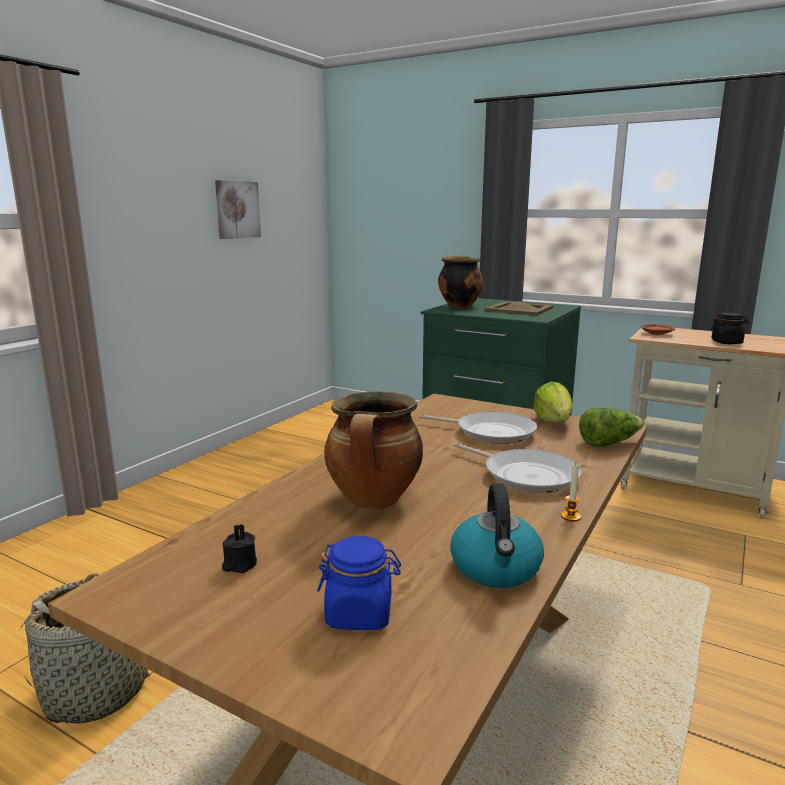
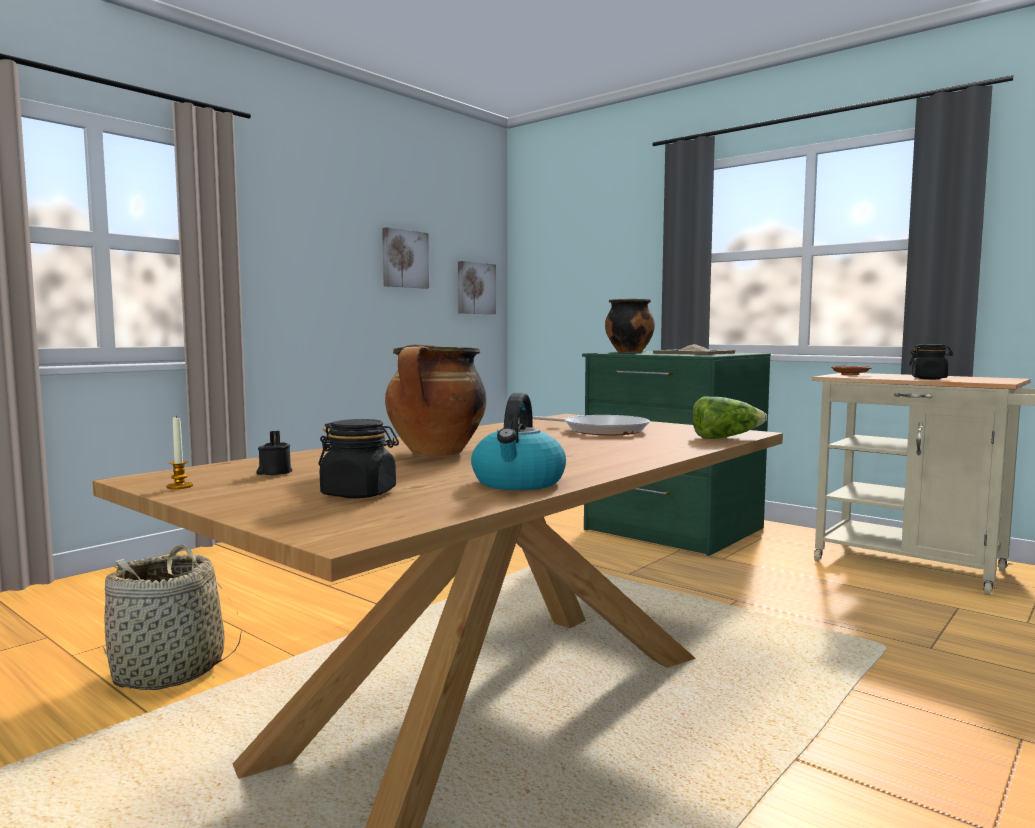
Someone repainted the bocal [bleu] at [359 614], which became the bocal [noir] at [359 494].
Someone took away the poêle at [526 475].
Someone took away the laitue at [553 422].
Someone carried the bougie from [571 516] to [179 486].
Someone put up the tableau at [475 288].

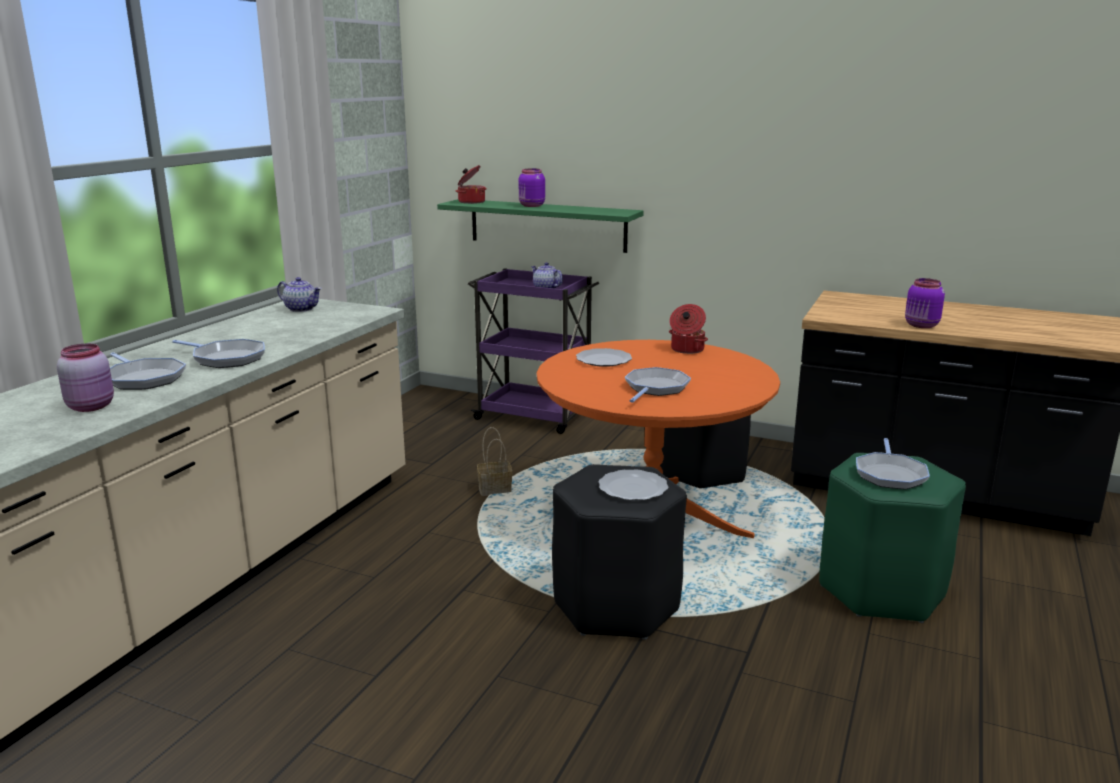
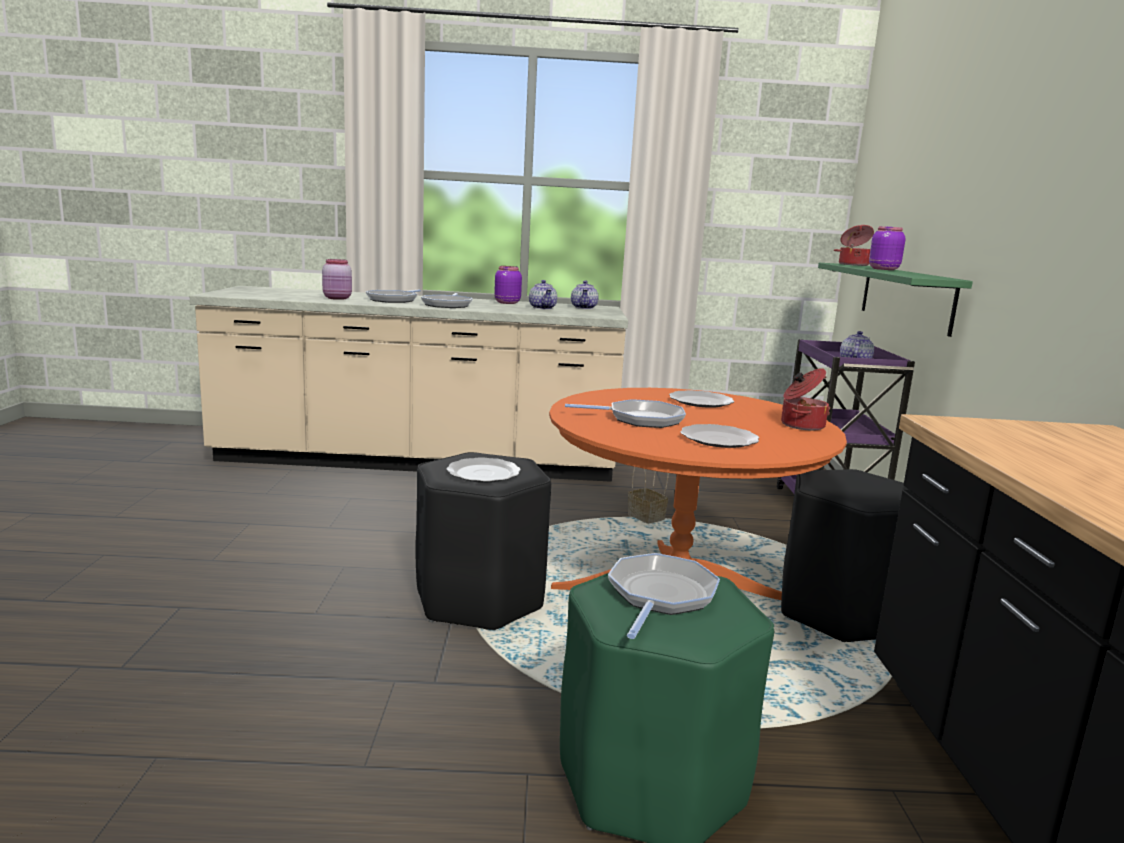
Someone rotated the poêle at [890 474] by 120 degrees clockwise.
Someone carried the bocal [violet] from [921 325] to [506 303].
Someone put down the théière at [543 308].
Someone put down the assiette at [718 439].

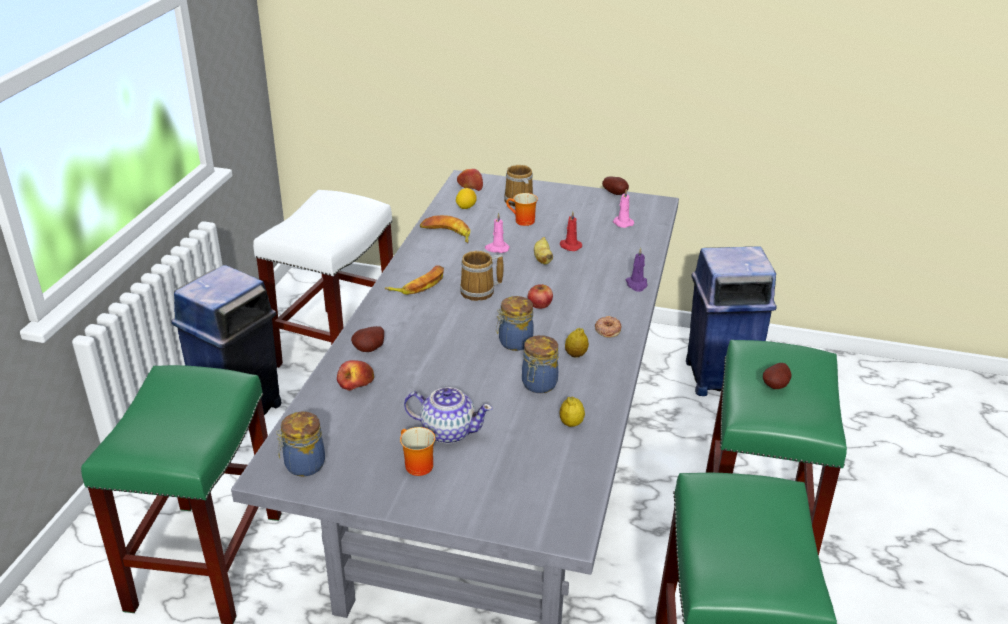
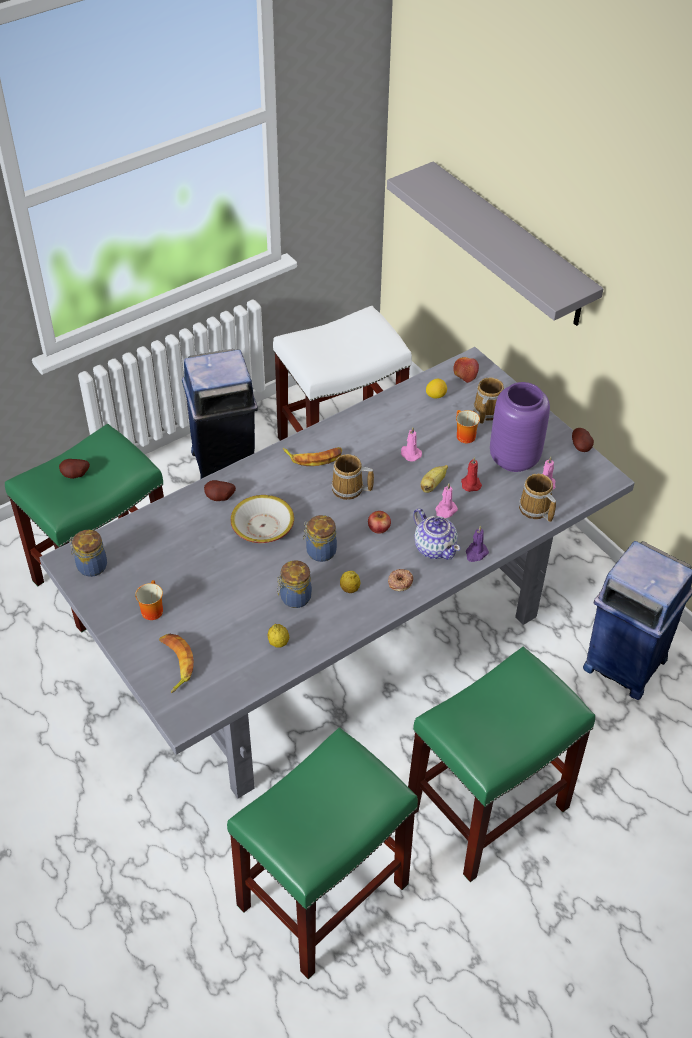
Someone took away the pomme at [356 383].
Someone carried the théière from [447 431] to [435 547].
Someone carried the banane from [446 234] to [175 664].
Someone carried the pomme de terre from [776 386] to [75 476].
Someone put down the bol at [263 526].
Someone put up the étagère [gris] at [510 245].
Someone put down the bougie [rose] at [445 511].
Someone put down the vase [violet] at [513 459].
Someone put down the mug at [535 510].

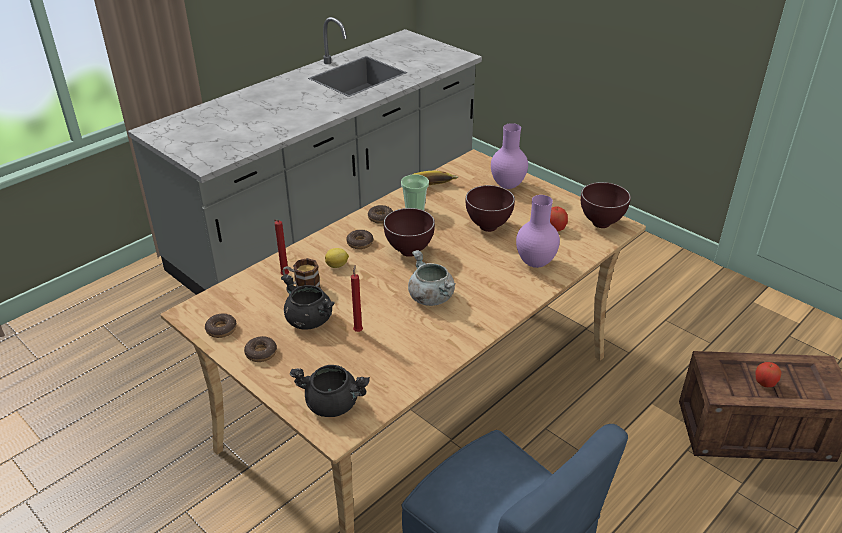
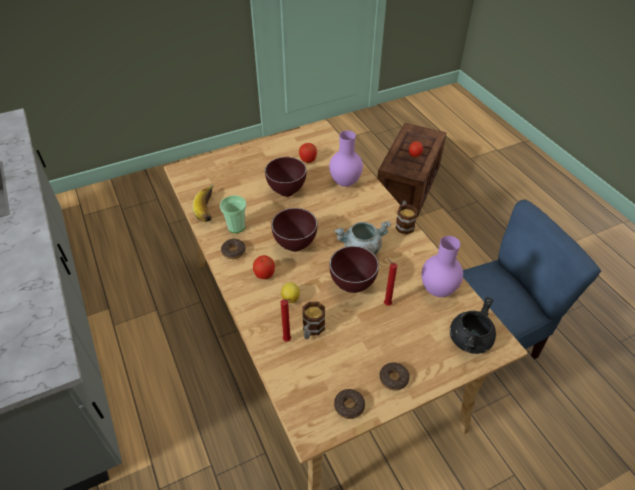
Someone took away the marmite [noir] at [308 320].
Someone swapped the beignet at [360 243] for the pomme at [264 274].
Someone carried the vase [violet] from [508 186] to [438 290].
Someone carried the bol [marron] from [600 224] to [353 287].
Someone put down the mug at [404 224].

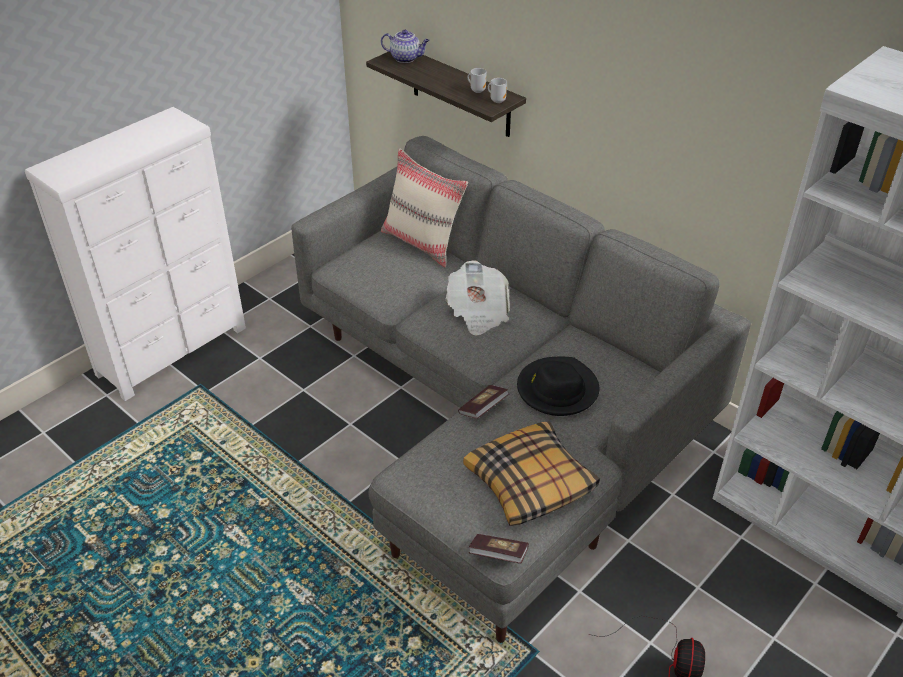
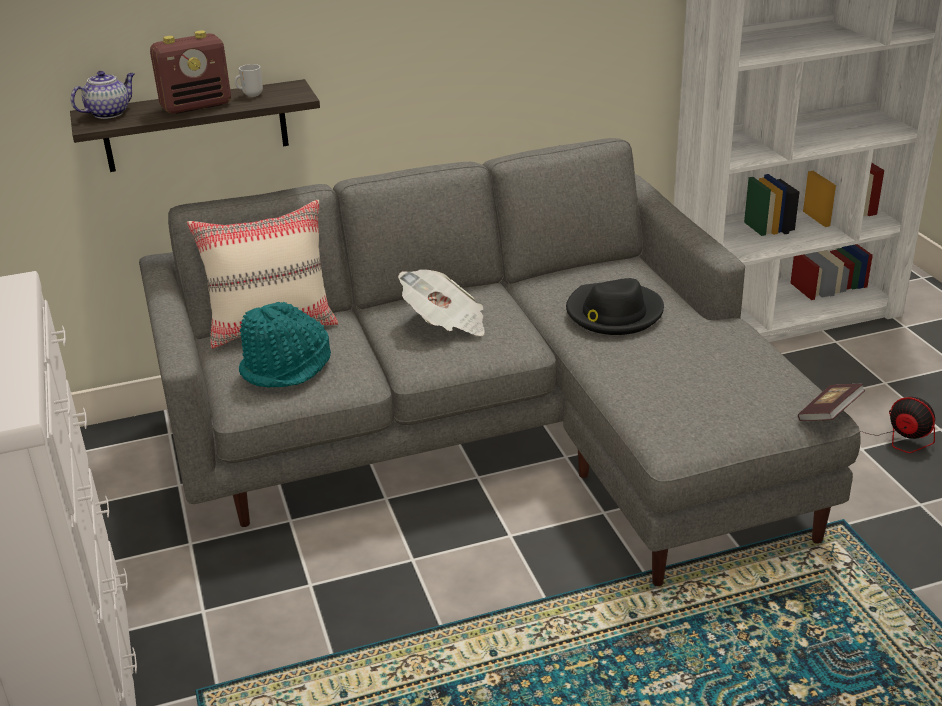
Someone took away the livre at [483 409].
Someone took away the coussin at [530 483].
Someone took away the mug at [497 100].
Someone put down the radio at [197 106].
Someone put down the chapeau [turquoise] at [286 368].

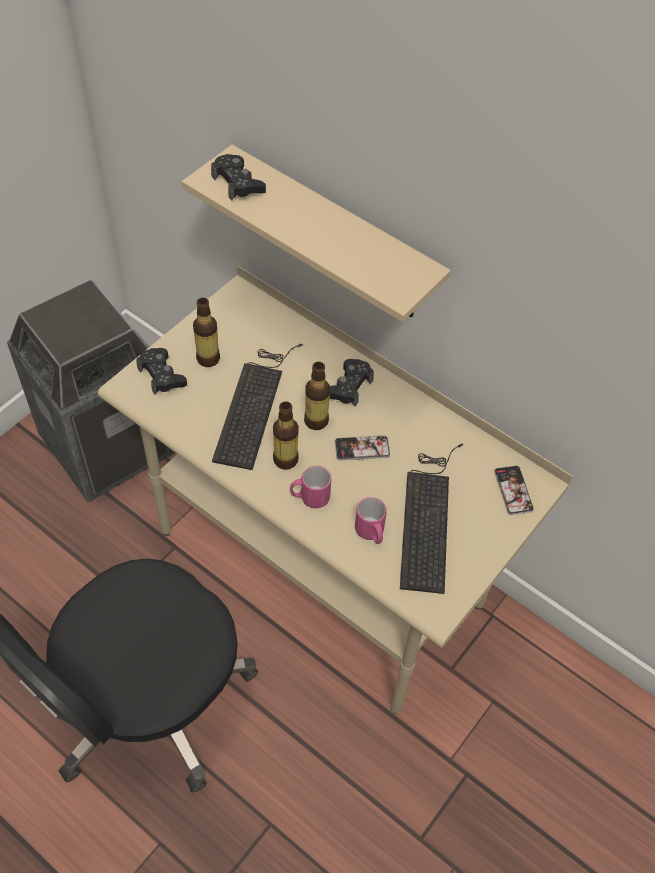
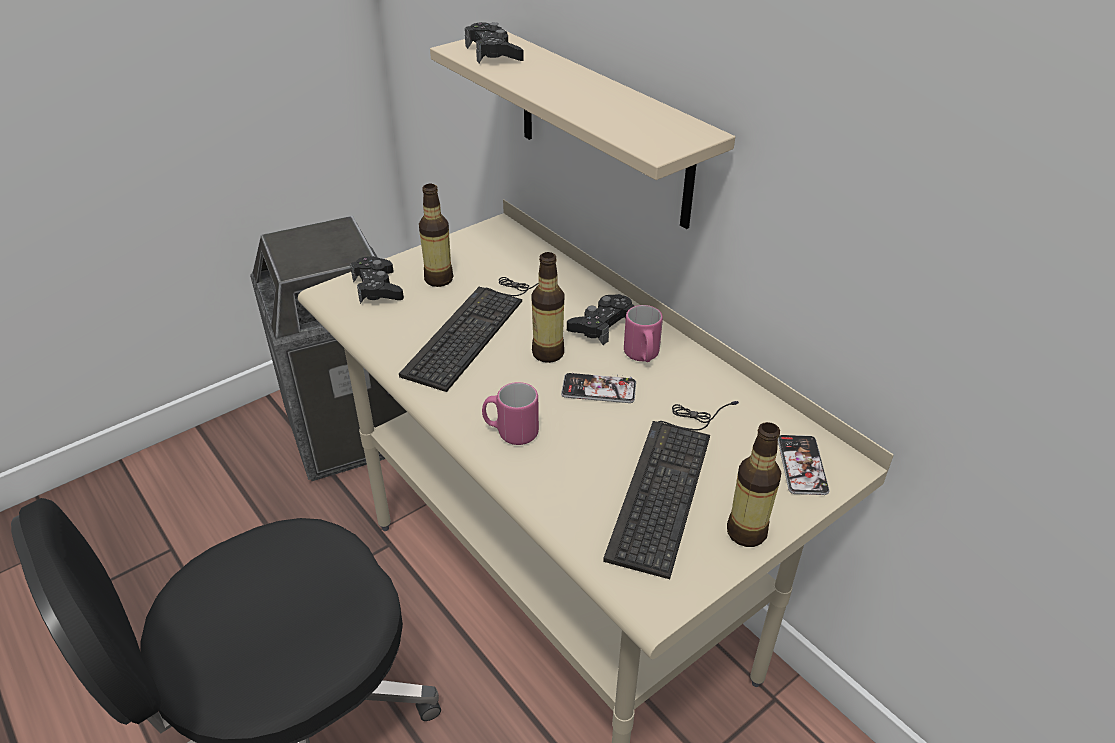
Someone carried the bouteille from [285 459] to [746 532].
Someone carried the mug [rose] from [371 533] to [642 356].

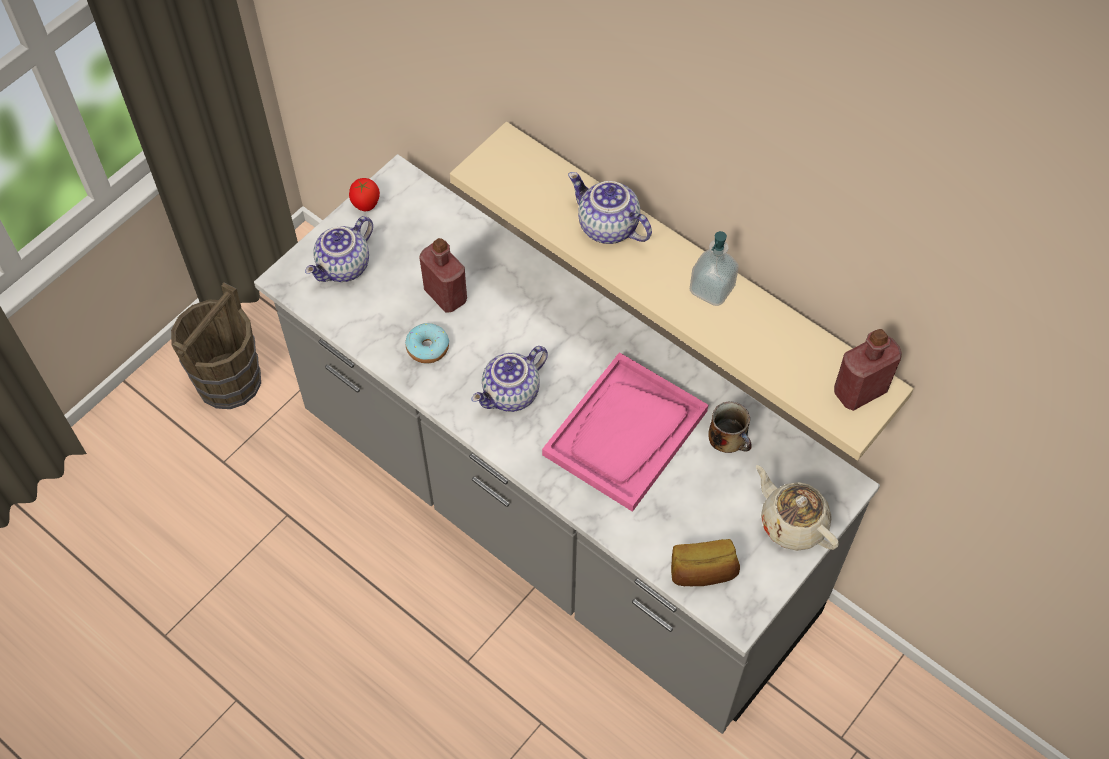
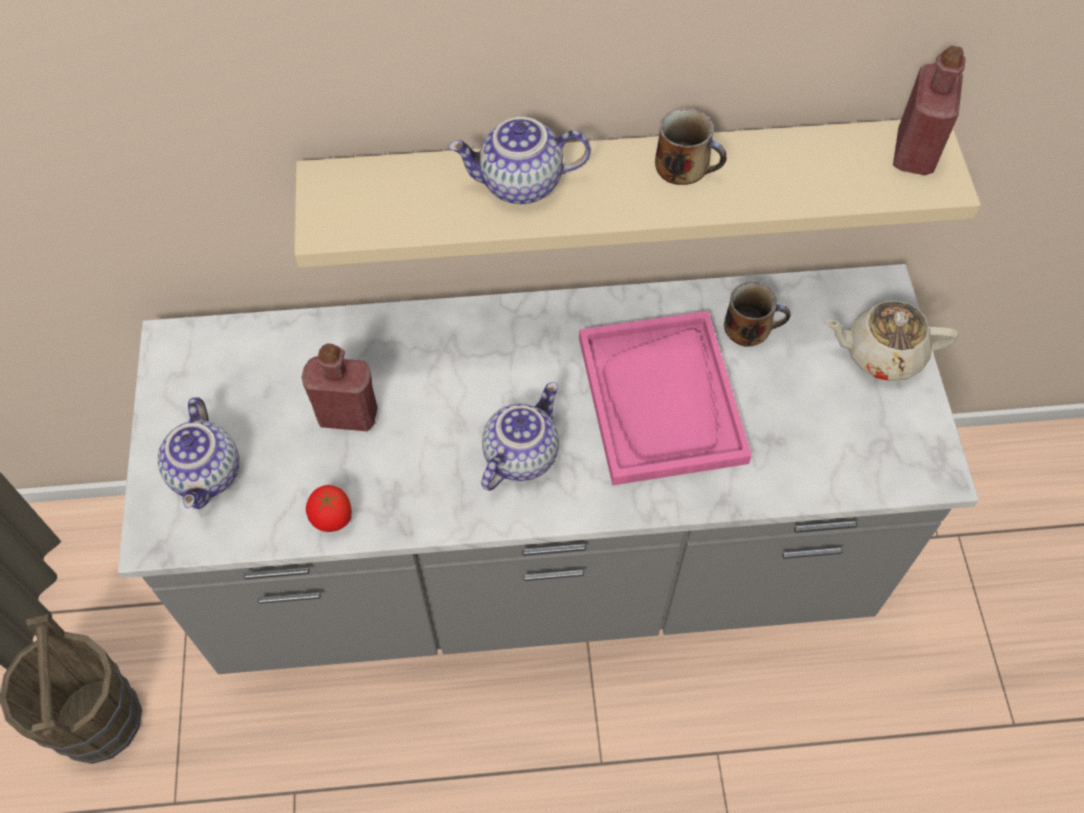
Someone carried the tomate from [365 205] to [332 520].
Someone took away the beignet at [428 348].
Someone rotated the théière at [511 394] by 150 degrees counterclockwise.
Someone took away the pain at [702 572].
Someone swapped the distributeur de savon at [711 289] for the mug at [685 165].

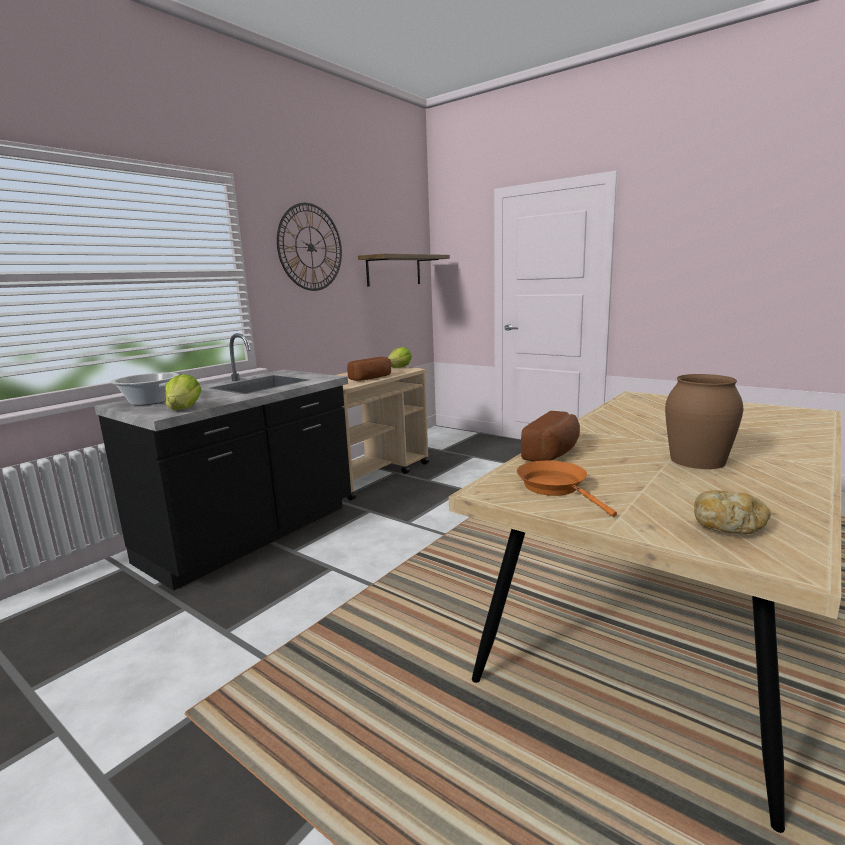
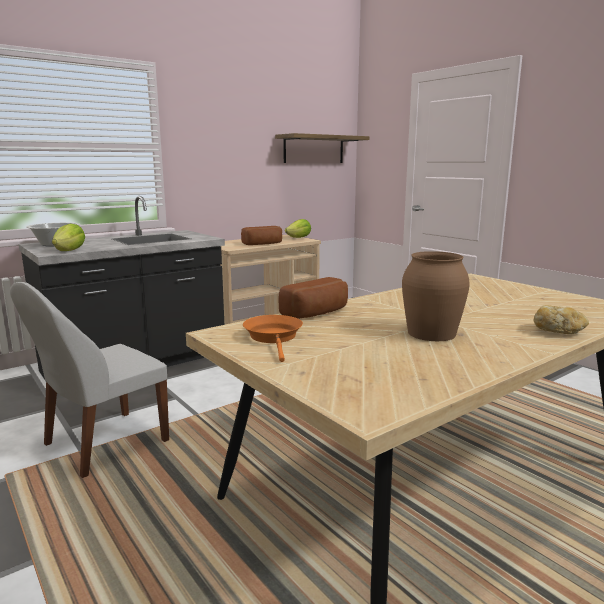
Someone took away the horloge murale at [311 247].
Someone carried the pain from [728 527] to [558 331].
Someone put down the chaise [blanc] at [103 444].

